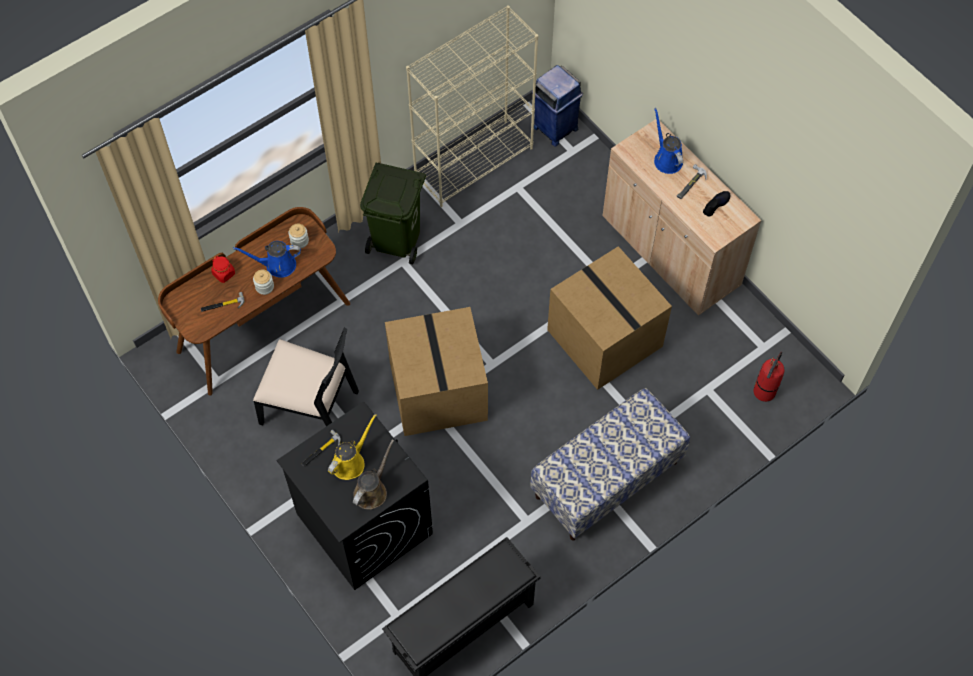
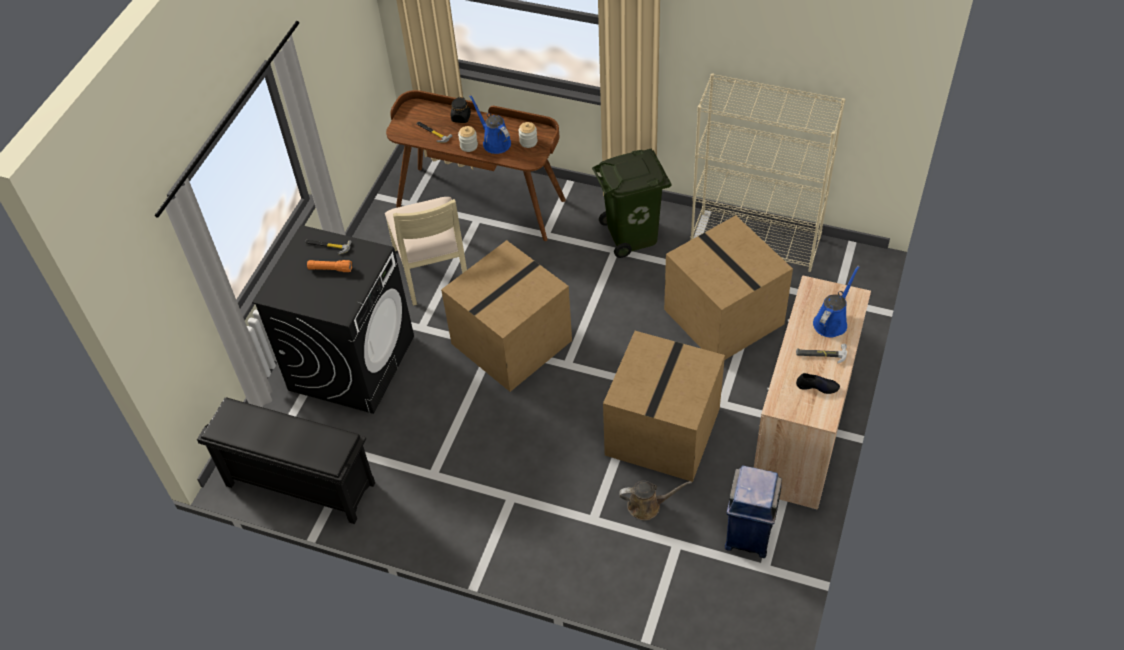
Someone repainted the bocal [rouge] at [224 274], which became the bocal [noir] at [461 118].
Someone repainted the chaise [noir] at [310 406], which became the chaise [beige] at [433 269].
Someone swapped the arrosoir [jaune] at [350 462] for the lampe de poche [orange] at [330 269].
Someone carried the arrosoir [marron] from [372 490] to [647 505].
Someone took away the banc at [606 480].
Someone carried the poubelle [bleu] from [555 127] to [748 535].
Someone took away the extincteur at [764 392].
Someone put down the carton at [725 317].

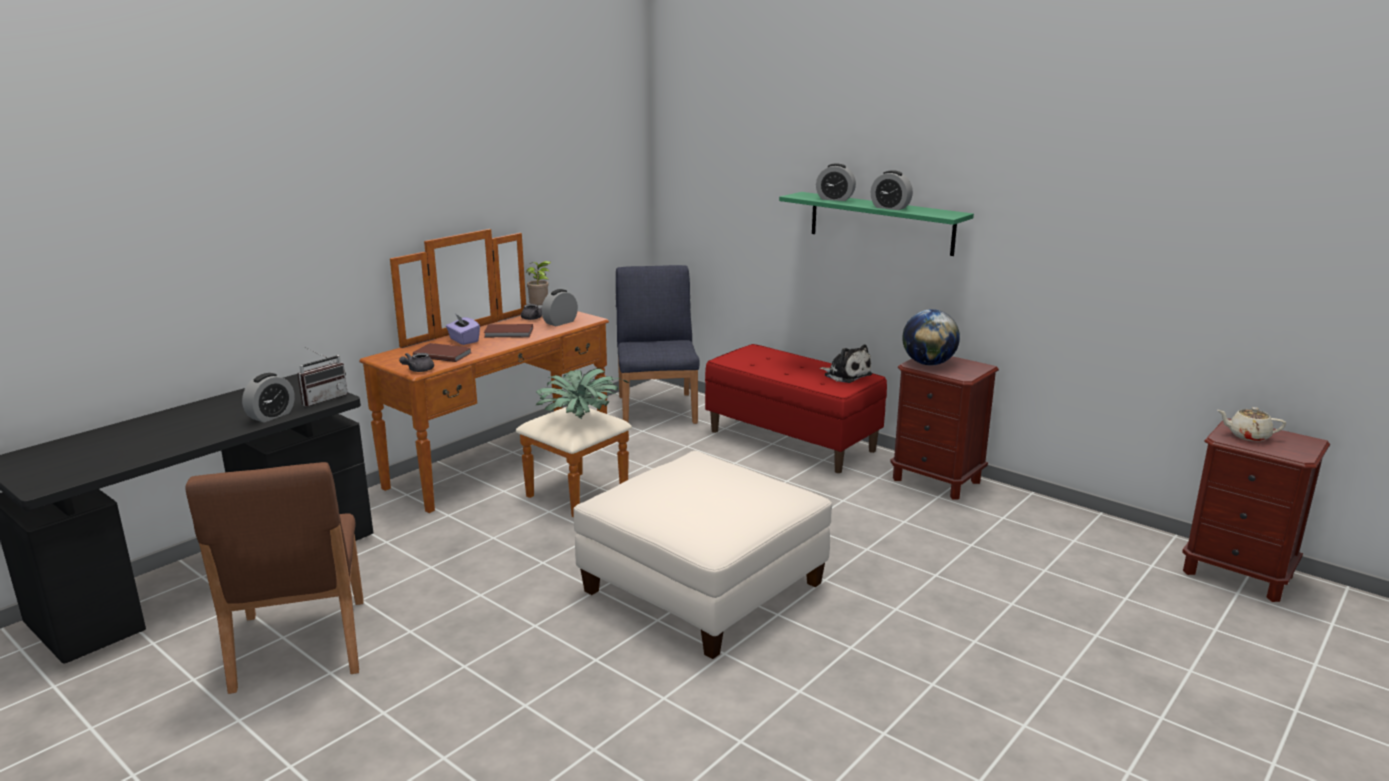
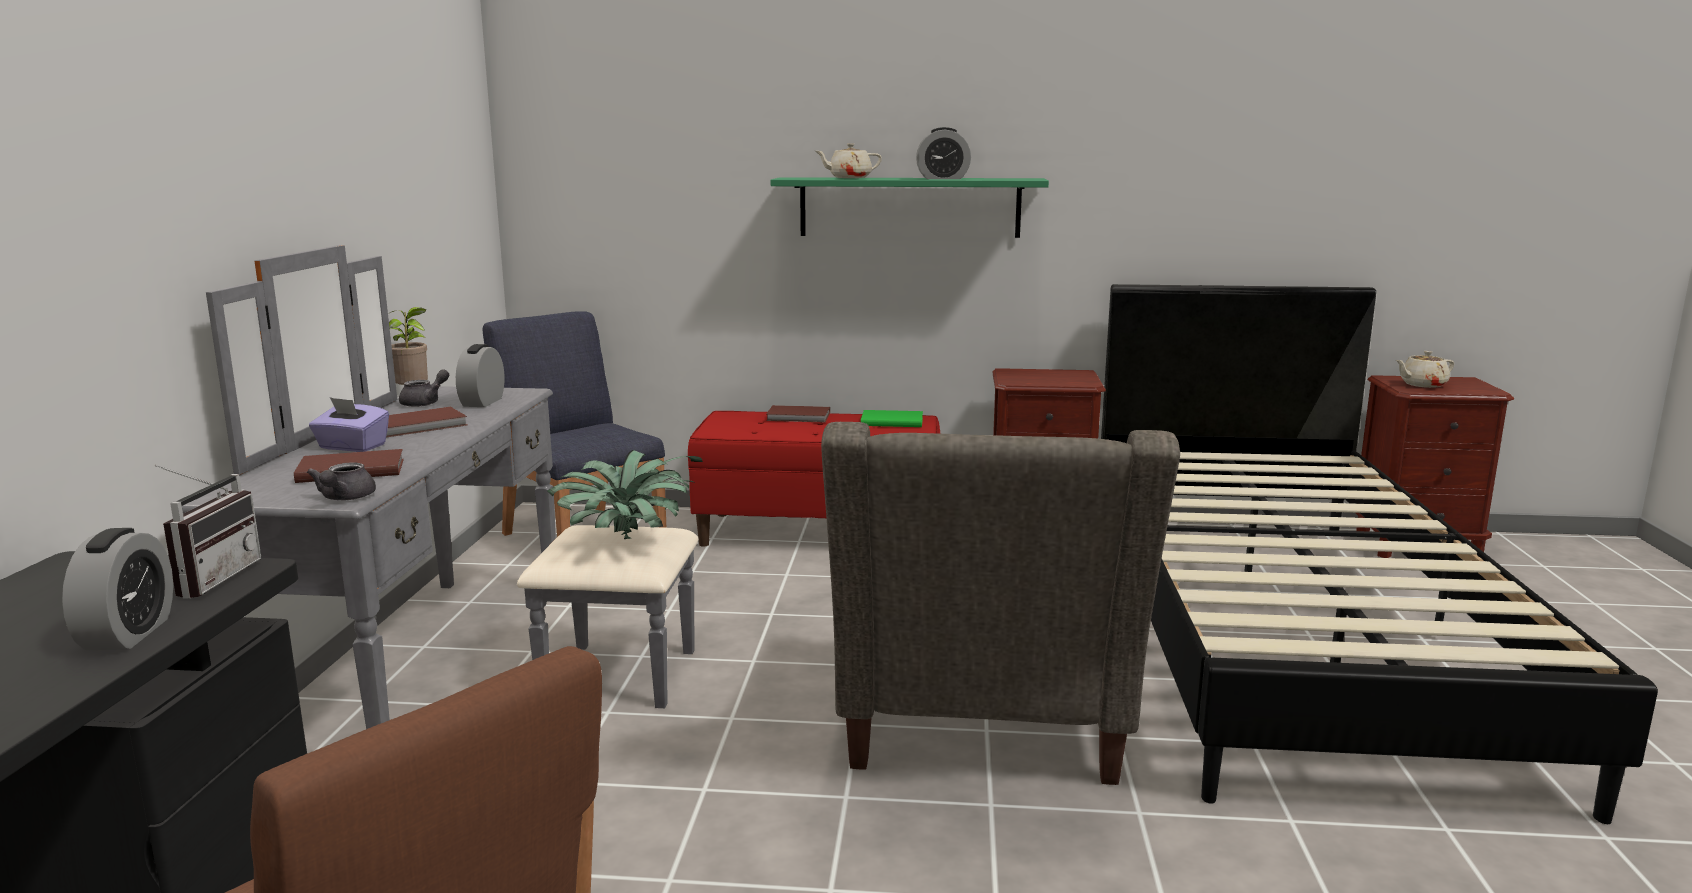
Someone repainted the commode [marron] at [518 468], which became the commode [gris] at [468 667].
Someone swapped the pouf [blanc] at [702 587] for the fauteuil [gris] at [981 738].
Someone swapped the réveil at [835 199] for the théière [beige] at [849 178].
Someone swapped the peluche at [846 375] for the livre [vert] at [891 421].
Someone took away the globe at [928 364].
Someone put down the livre [marron] at [799 417].
Someone put down the lit [noir] at [1286 632].

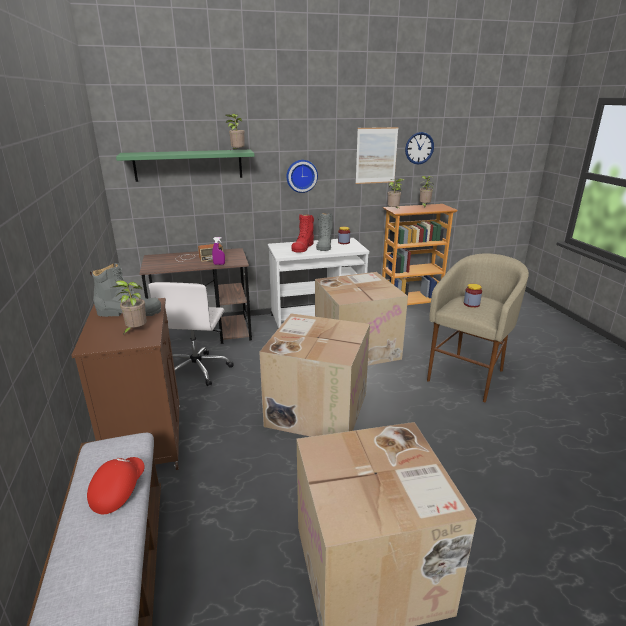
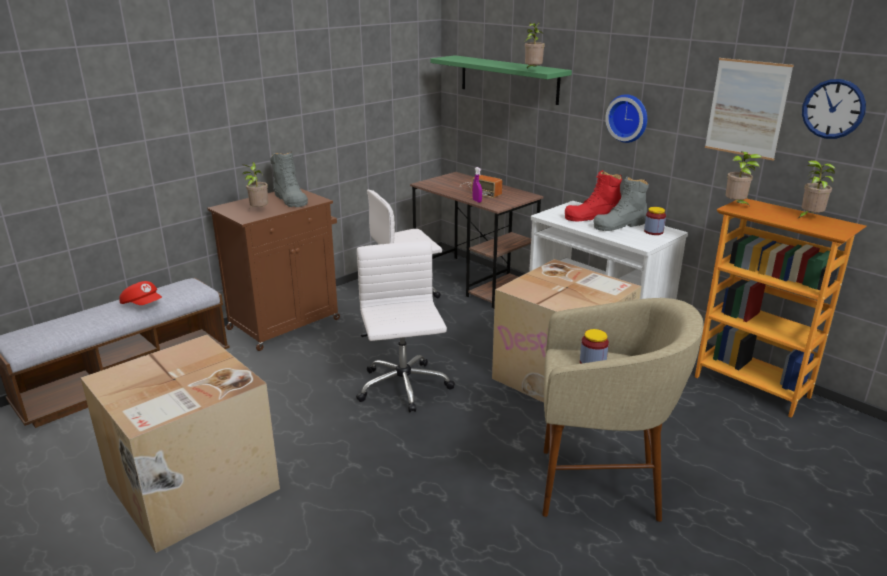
Someone rotated the casquette [rouge] at [118 491] by 45 degrees clockwise.
Someone swapped the carton at [316 408] for the chaise de bureau [blanc] at [403 388].

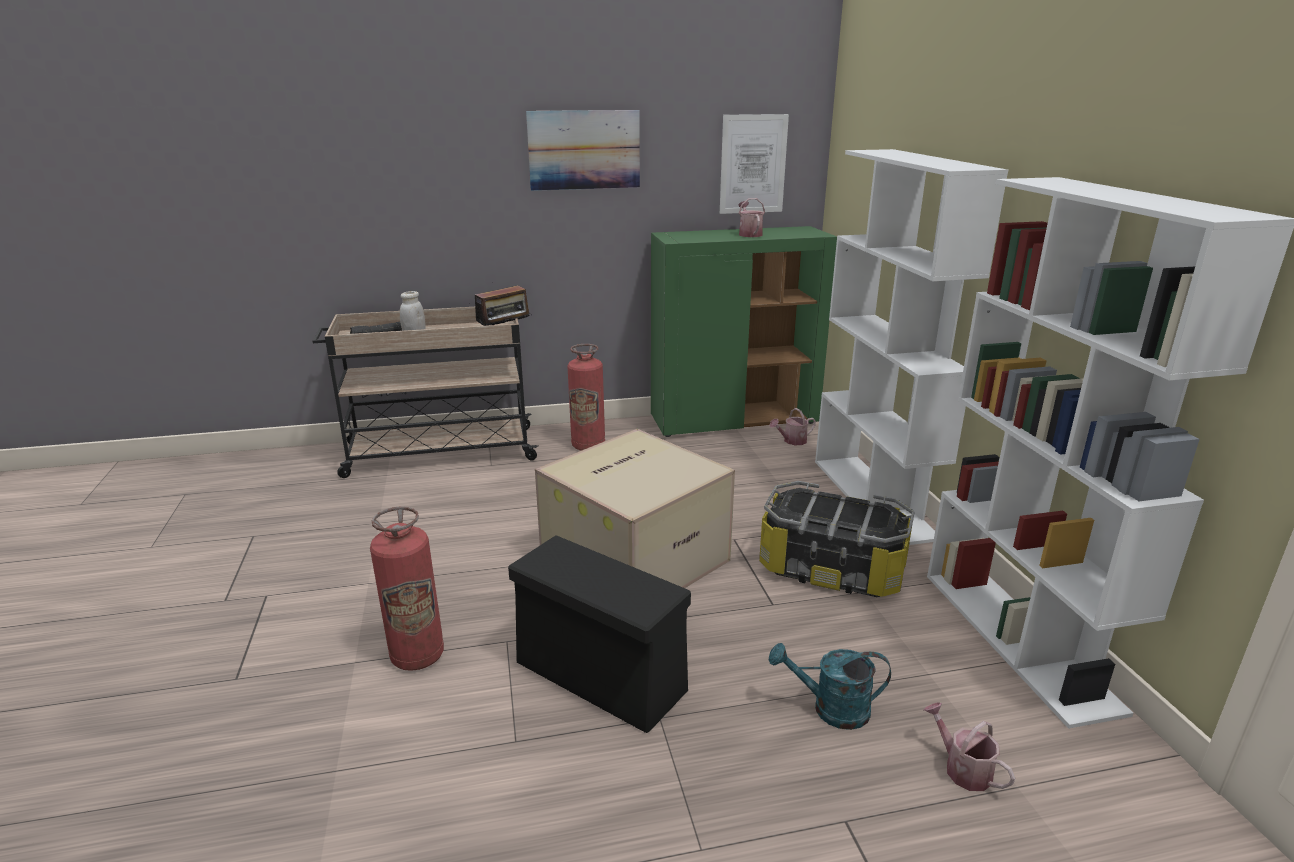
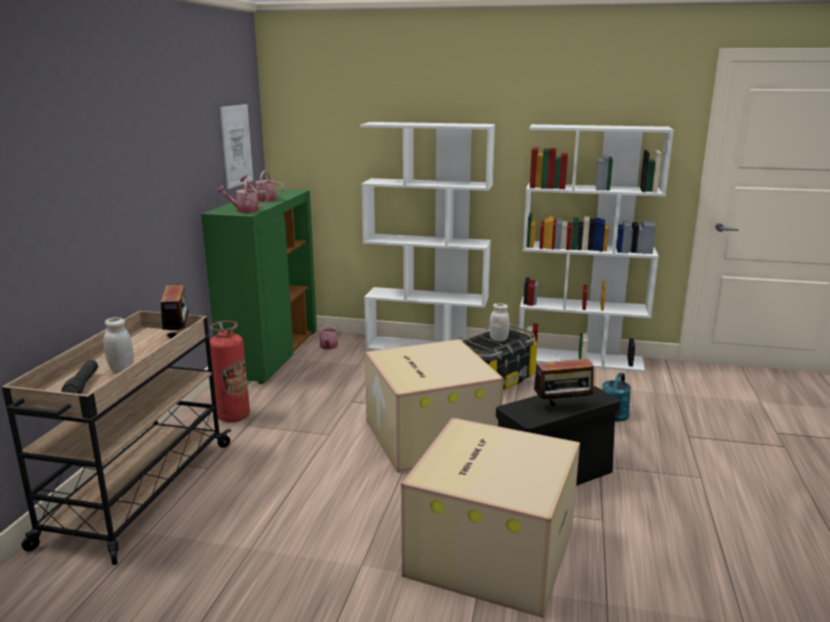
Someone swapped the extincteur at [417 656] for the carton at [489 549].
Someone took away the tableau at [584 150].
Someone carried the arrosoir from [962 768] to [244 210].
Someone put down the bocal [blanc] at [498 339].
Someone put down the radio at [563 407].

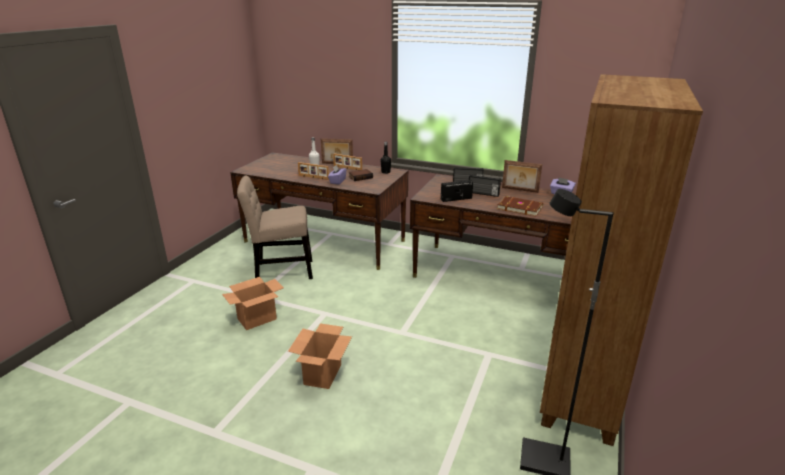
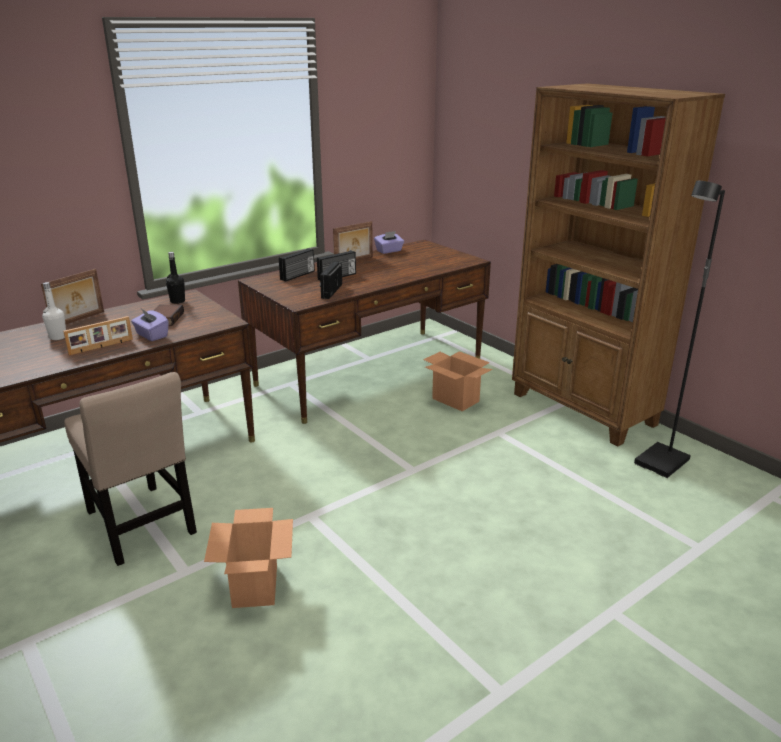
Someone rotated the chaise [beige] at [281 271] by 60 degrees counterclockwise.
Someone carried the carton from [322 374] to [455 400].
Someone took away the cadre photo at [347 168].
Someone took away the livre [marron] at [519 207].

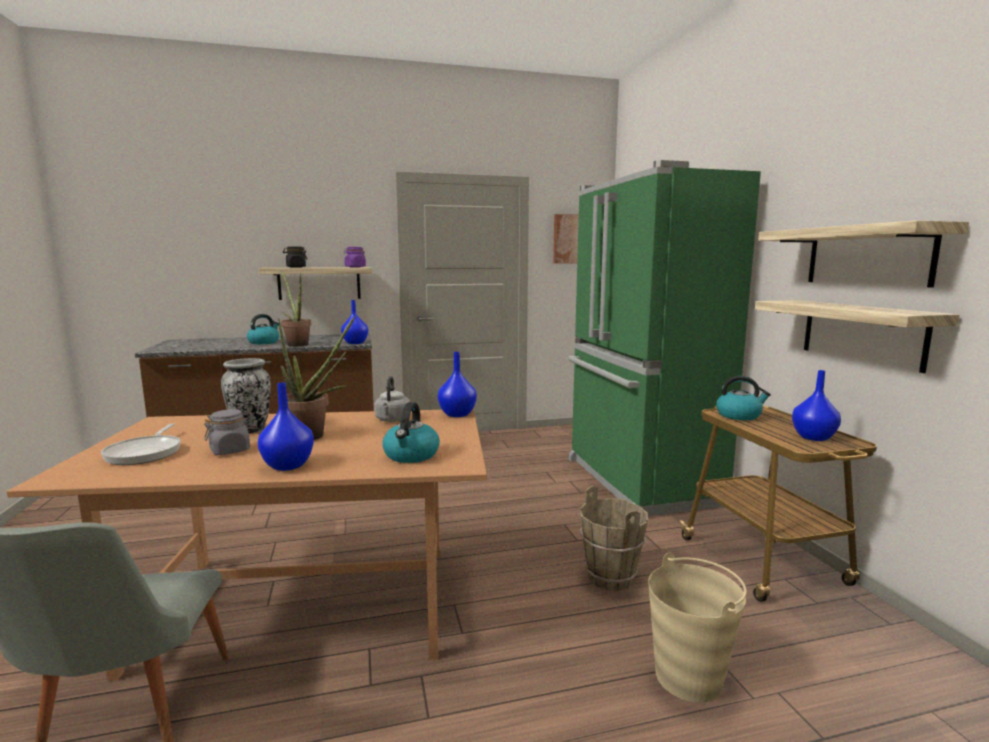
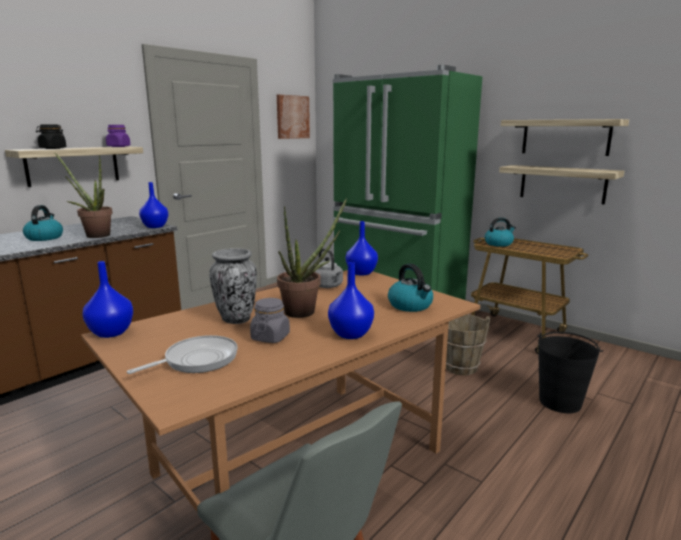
Someone rotated the poêle at [146 453] by 90 degrees counterclockwise.
Someone repainted the seau [beige] at [689 677], which became the seau [noir] at [560 402].
Someone carried the vase [bleu] from [814 437] to [112 332].

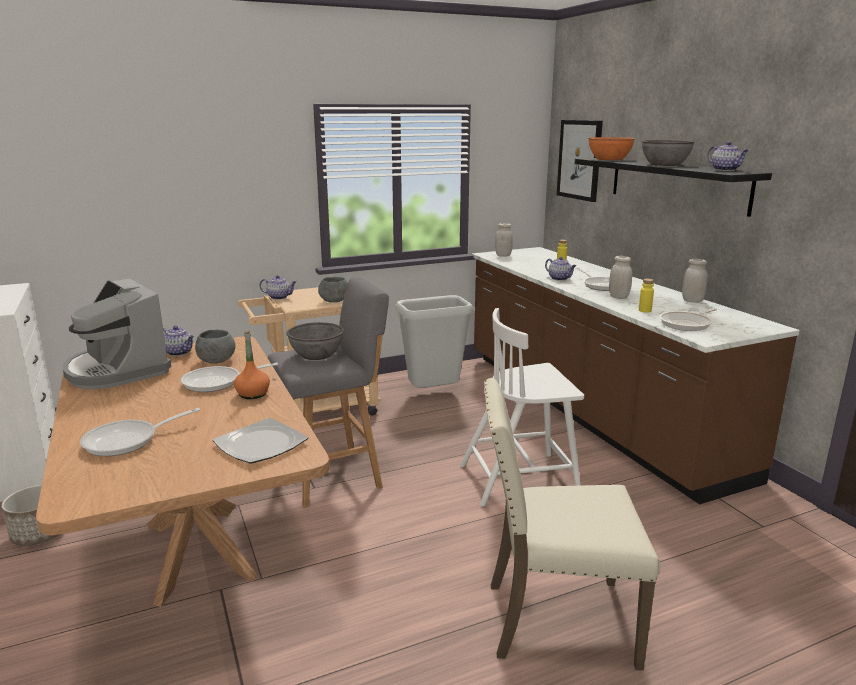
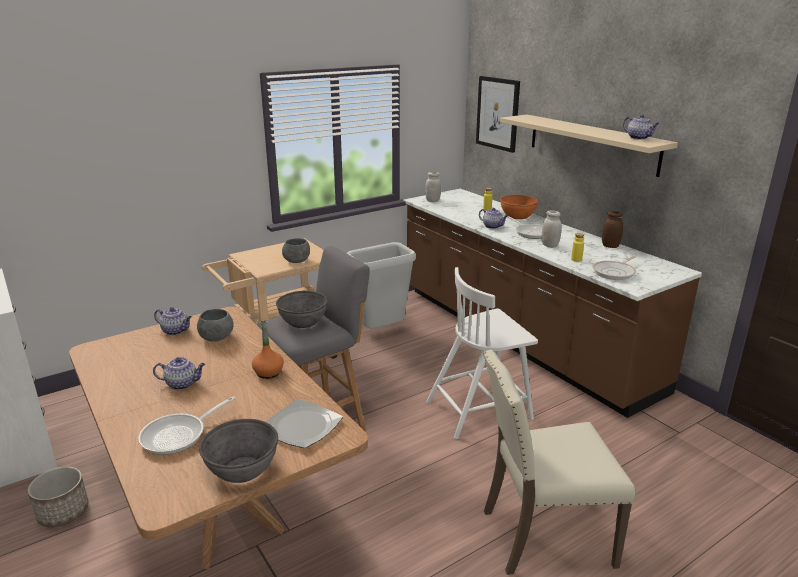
Someone took away the machine à café at [117 370].
Someone took away the poêle at [217 382].
Someone carried the théière from [279 297] to [182 384].
Someone repainted the étagère [noir] at [676 184], which became the étagère [beige] at [591 143].
Someone carried the bol [orange] from [609 159] to [517 216].
Someone carried the bol [gris] from [664 164] to [242 469].
Someone repainted the bocal [blanc] at [692 301], which became the bocal [marron] at [610 246].

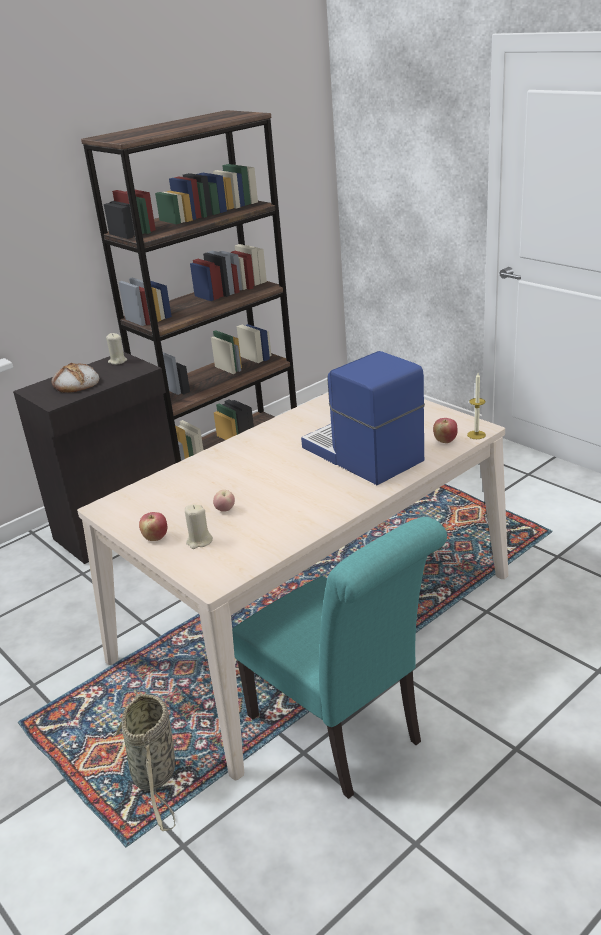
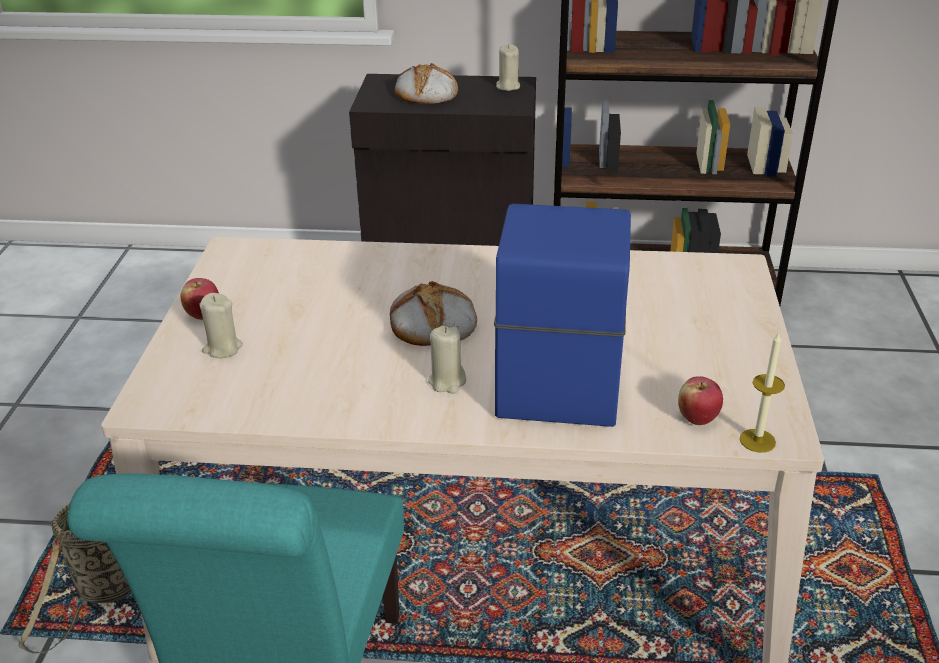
Someone took away the pomme at [225 510].
Someone put down the pain at [432 323].
Someone put down the bougie [beige] at [447 381].

